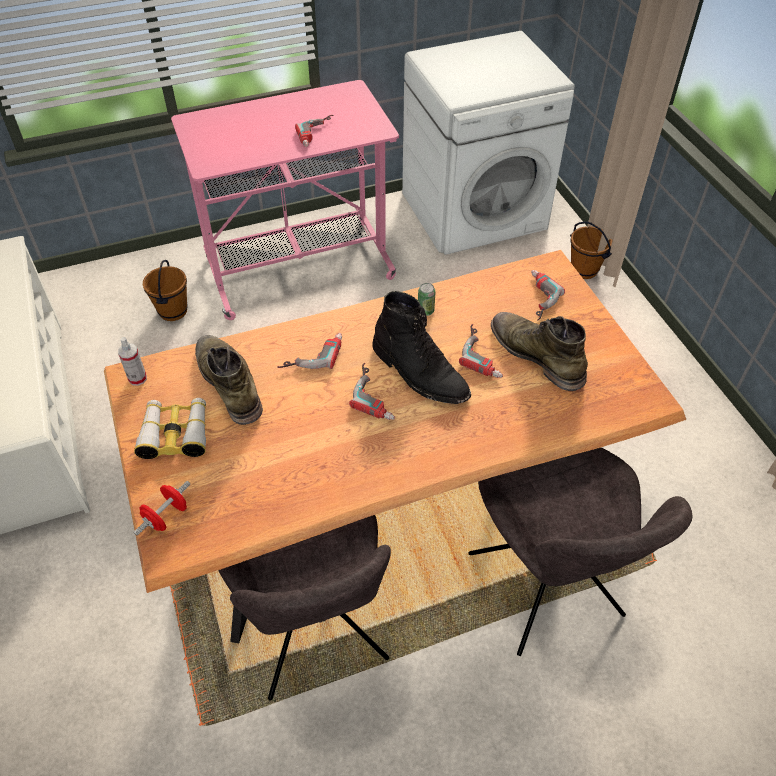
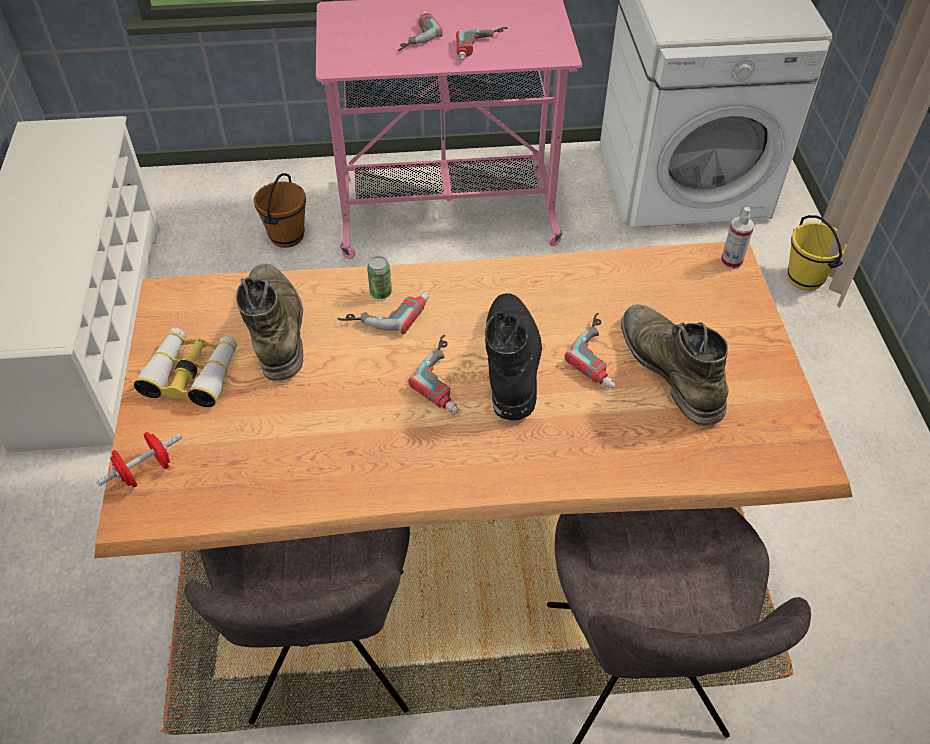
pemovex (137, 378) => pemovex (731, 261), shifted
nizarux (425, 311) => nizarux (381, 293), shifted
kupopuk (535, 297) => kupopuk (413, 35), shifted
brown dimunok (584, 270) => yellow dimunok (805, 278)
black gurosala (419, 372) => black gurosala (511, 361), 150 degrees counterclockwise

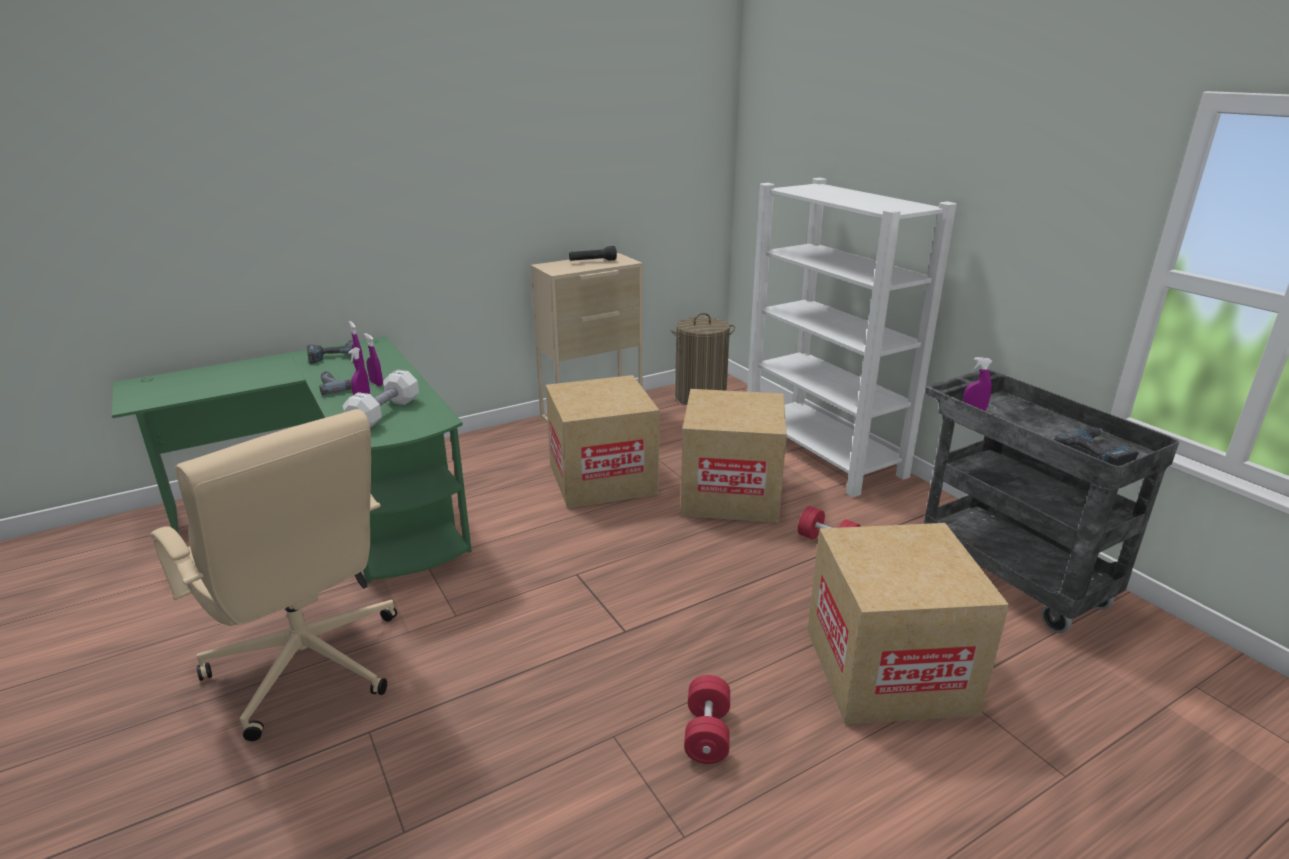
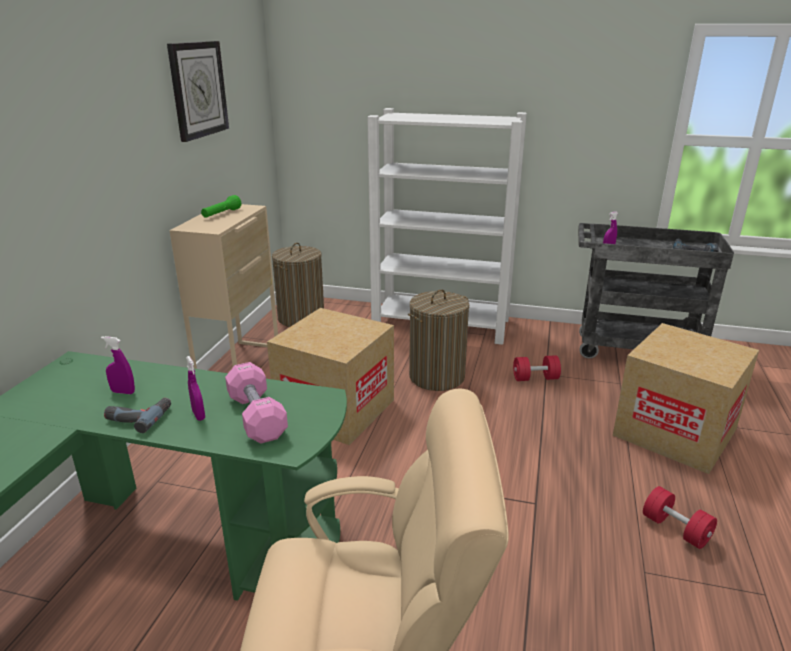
kupopuk (335, 358) => nothing
purple pemovex (376, 383) => nothing
nothing => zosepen (198, 89)
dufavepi (730, 494) => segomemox (437, 376)
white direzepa (384, 413) => pink direzepa (257, 416)
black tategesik (592, 261) => green tategesik (221, 214)

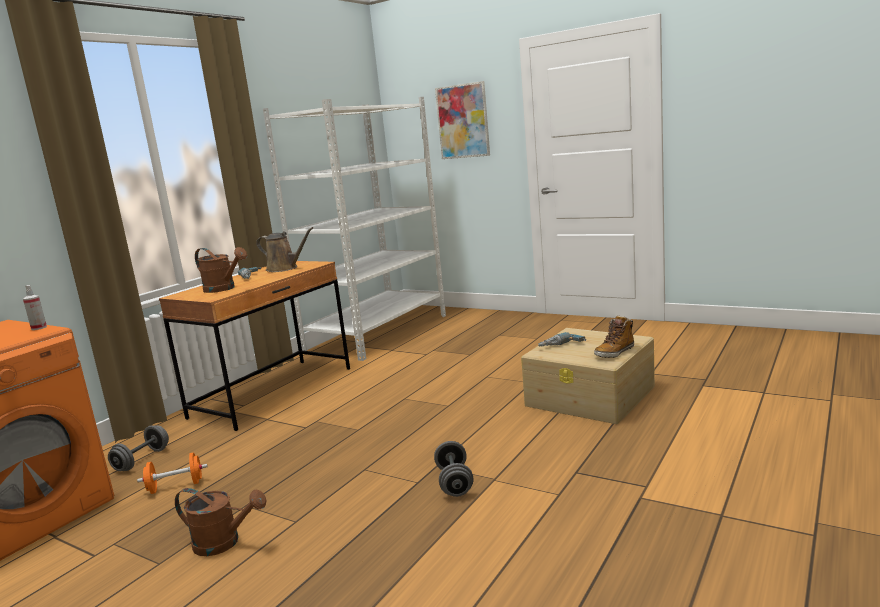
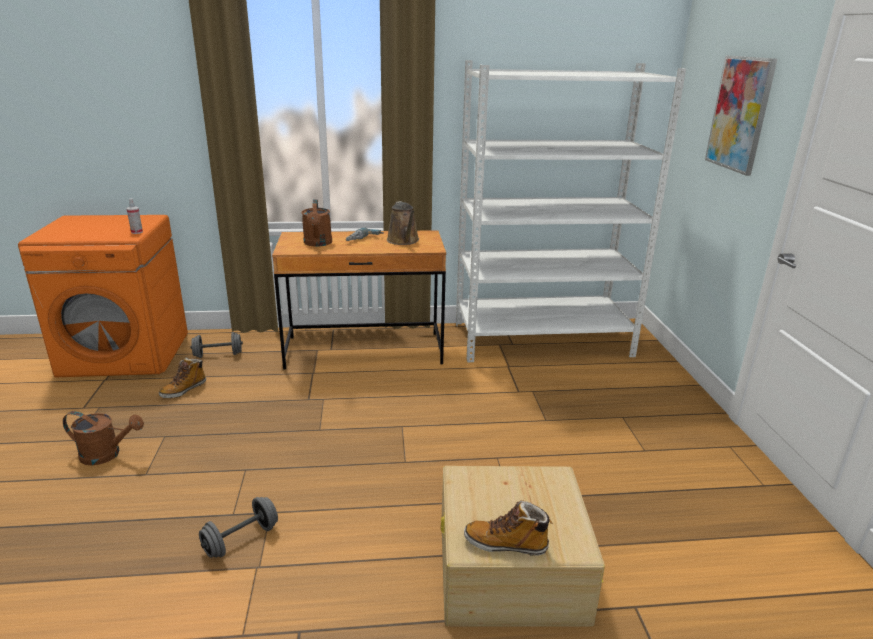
kupopuk (562, 346) => nothing
orange direzepa (176, 486) => gurosala (184, 390)
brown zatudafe (224, 543) => brown zatudafe (107, 454), 60 degrees counterclockwise

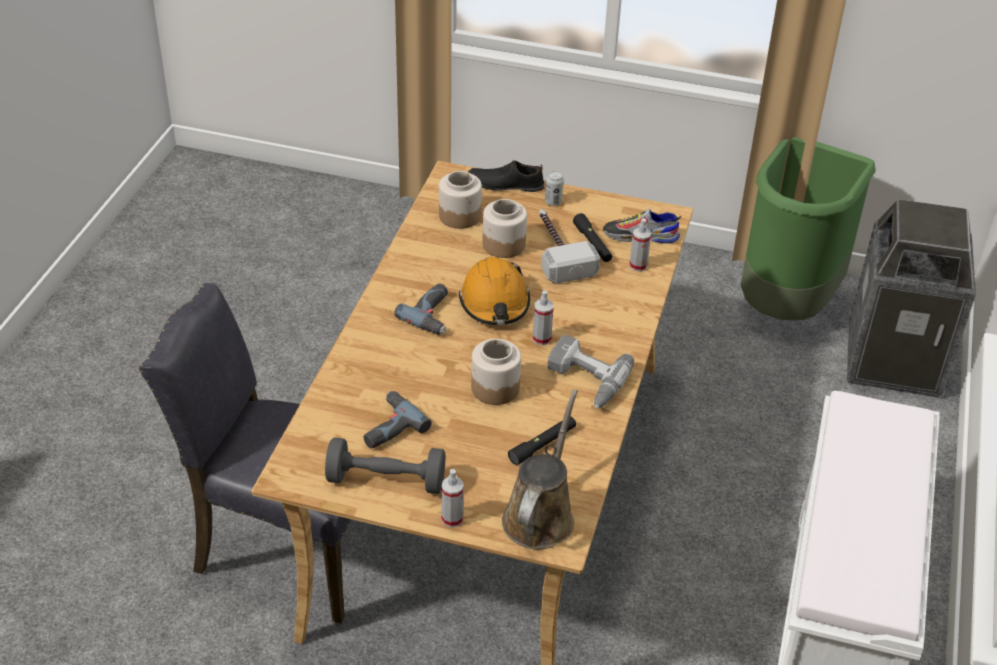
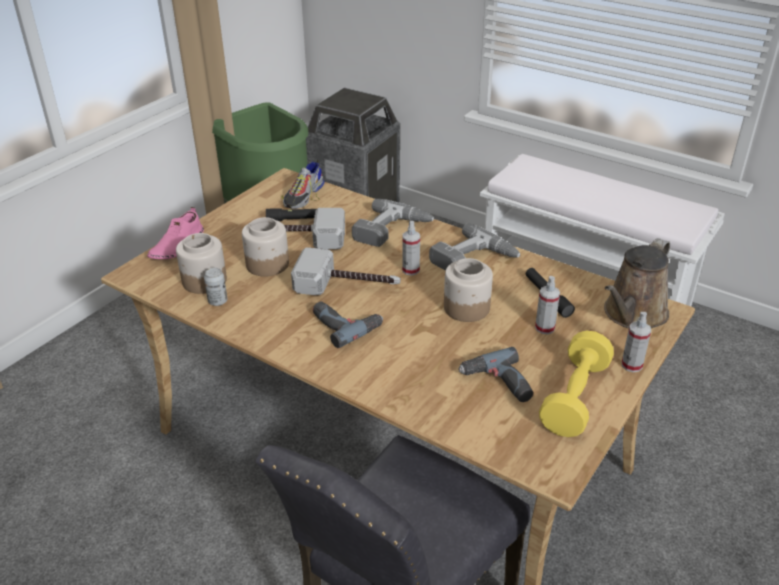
nothing => kupopuk (392, 231)
nizarux (553, 202) => nizarux (218, 301), shifted
pemovex (638, 265) => pemovex (544, 328), shifted
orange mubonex (495, 303) => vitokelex (348, 285)
grey direzepa (386, 480) => yellow direzepa (574, 398)
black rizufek (505, 184) => pink rizufek (176, 246)
brown zatudafe (540, 515) => brown zatudafe (632, 315), 90 degrees counterclockwise

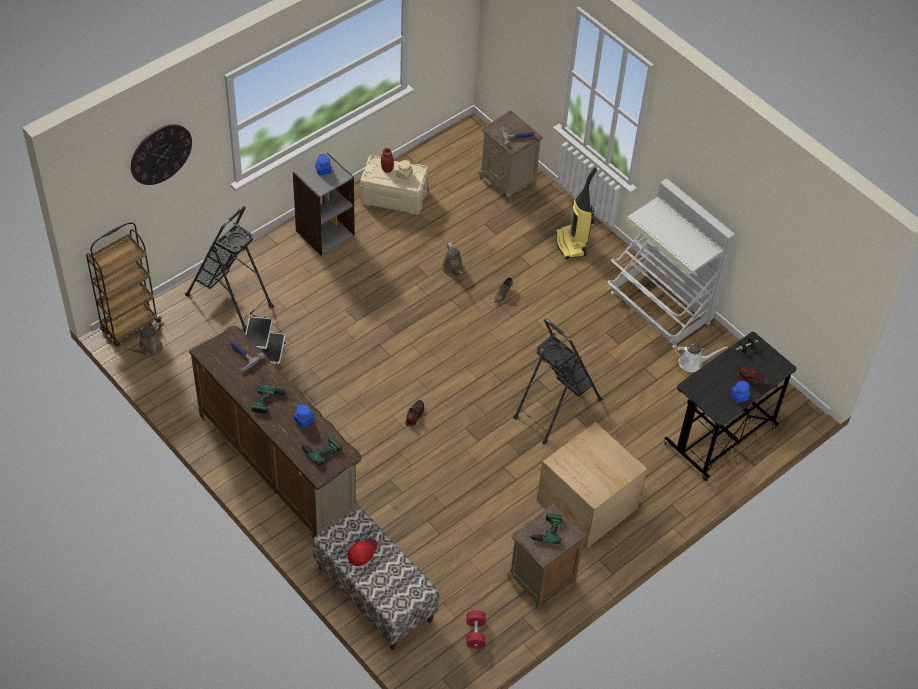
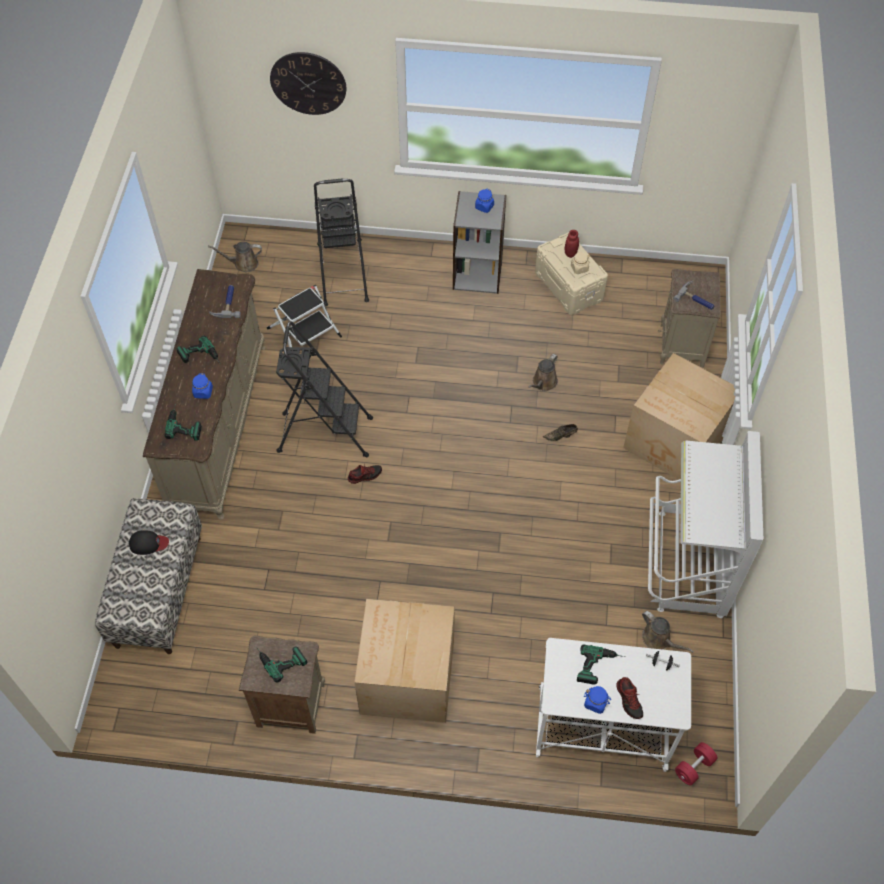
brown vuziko (130, 326) => nothing
nothing => kupopuk (600, 667)
red direzepa (475, 633) => red direzepa (694, 767), shifted
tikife (556, 408) => tikife (323, 433), shifted
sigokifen (571, 244) => dufavepi (675, 442)
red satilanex (362, 552) => black satilanex (148, 543)
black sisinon (720, 436) => white sisinon (601, 729)
white zatudafe (692, 363) => brown zatudafe (658, 639)

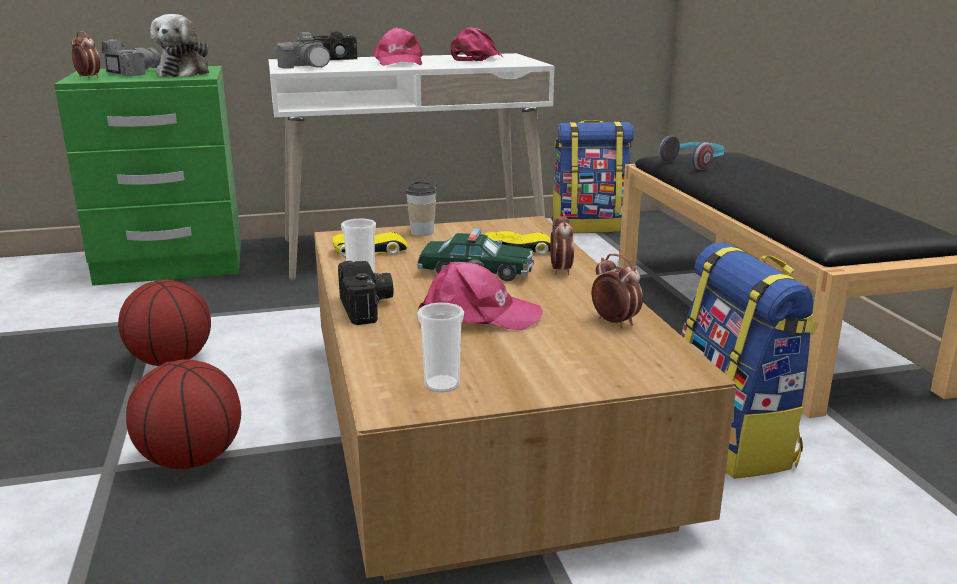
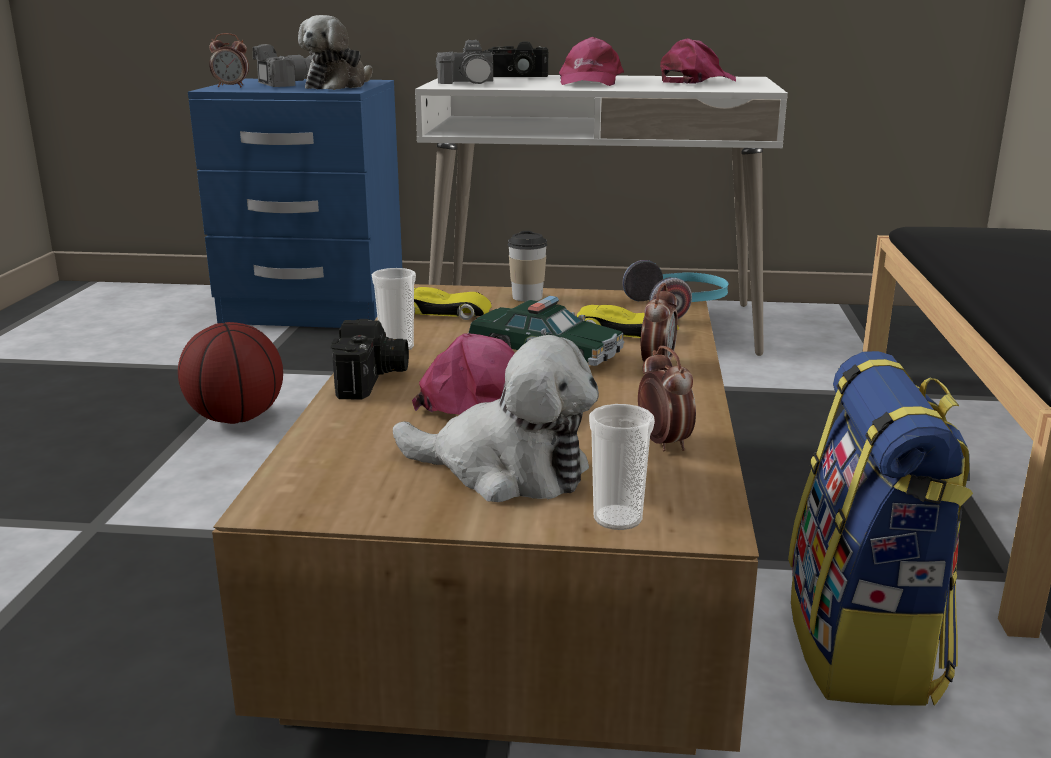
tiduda (191, 459) => nothing
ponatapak (589, 226) => nothing
nothing => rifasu (506, 470)
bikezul (442, 385) => bikezul (617, 518), shifted
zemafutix (695, 163) => zemafutix (679, 308), shifted
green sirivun (171, 263) => blue sirivun (313, 309)
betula (88, 77) => betula (231, 87), 120 degrees clockwise

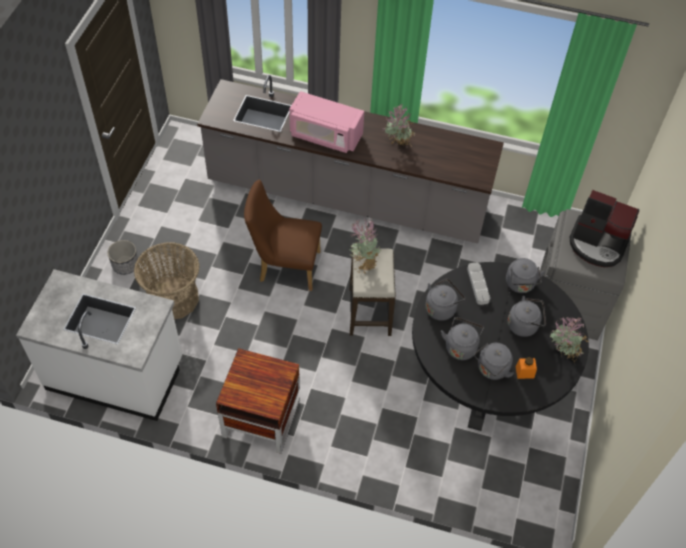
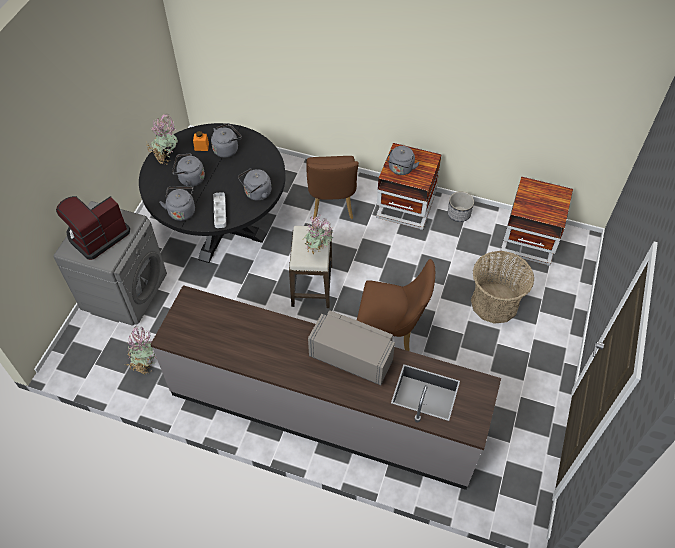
nothing => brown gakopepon (332, 206)
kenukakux (125, 265) => kenukakux (459, 214), shifted
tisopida (397, 146) => tisopida (145, 364), shifted
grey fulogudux (461, 346) => grey fulogudux (400, 169), shifted
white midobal (116, 373) => sirivun (529, 240)
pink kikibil (325, 136) => grey kikibil (351, 357)
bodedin (597, 244) => bodedin (97, 235), 75 degrees counterclockwise

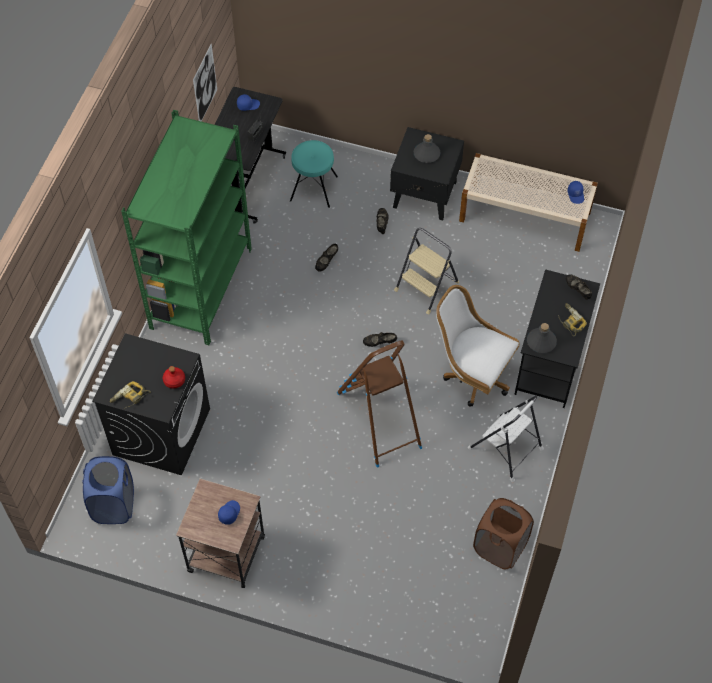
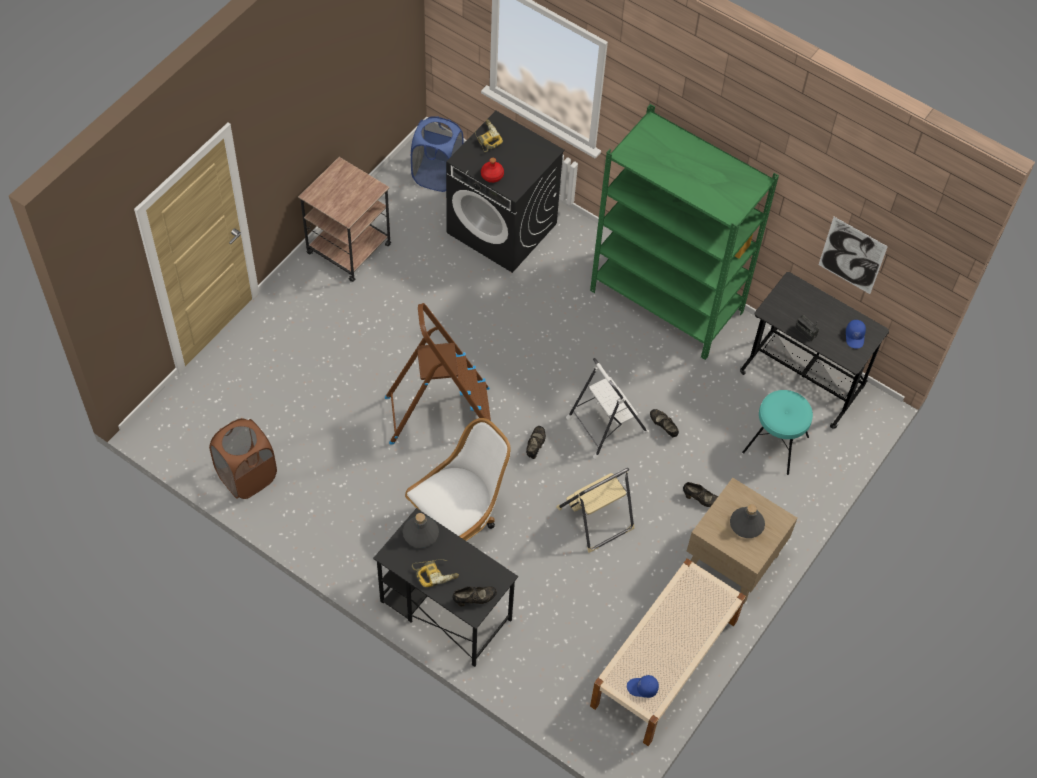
blue satilanex (229, 513) => nothing
white tikife (507, 449) => white tikife (605, 425), shifted
black sirivun (425, 194) => beige sirivun (732, 561)

